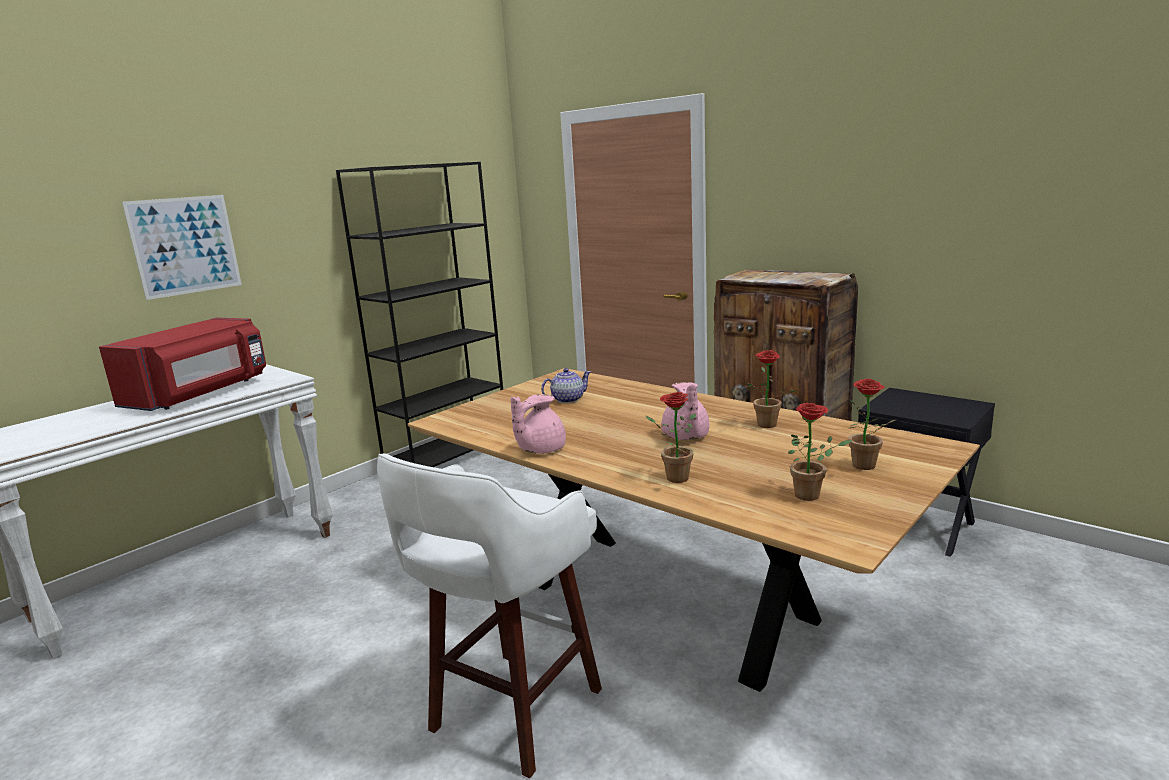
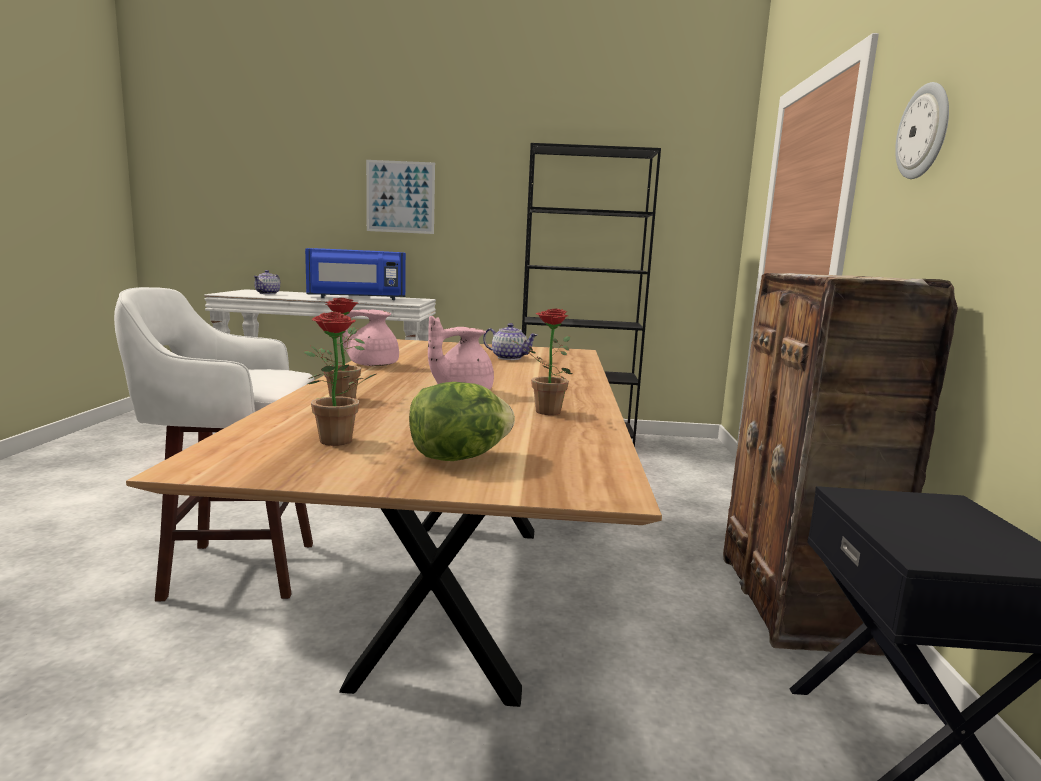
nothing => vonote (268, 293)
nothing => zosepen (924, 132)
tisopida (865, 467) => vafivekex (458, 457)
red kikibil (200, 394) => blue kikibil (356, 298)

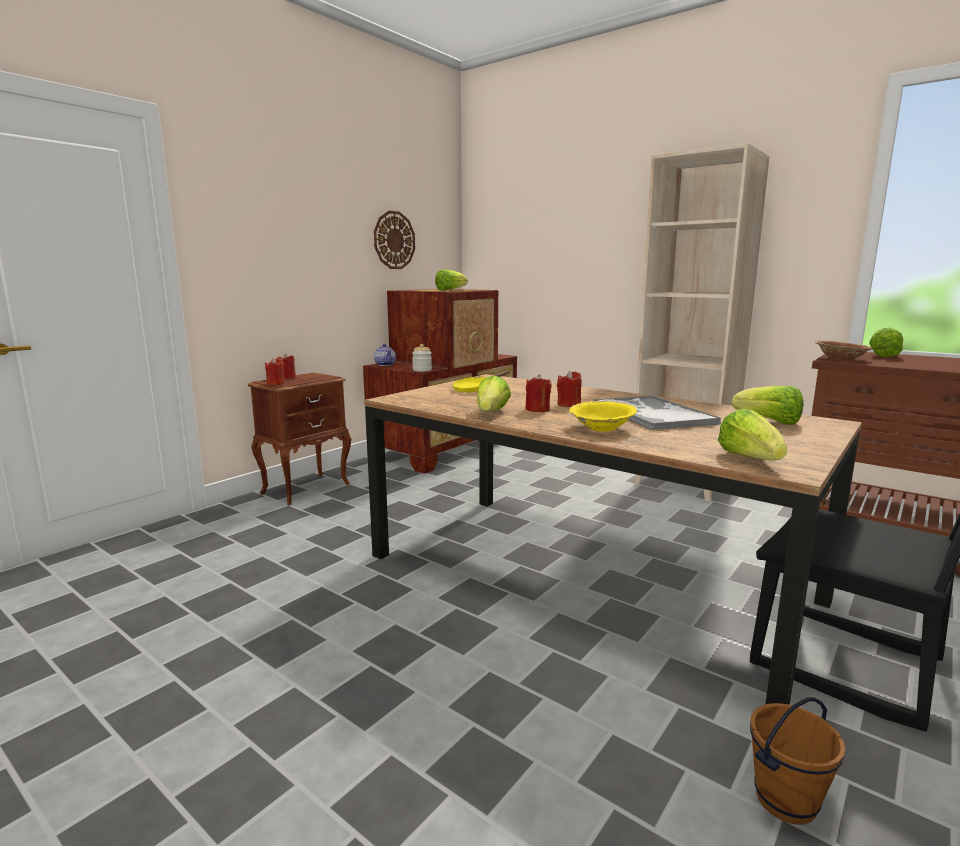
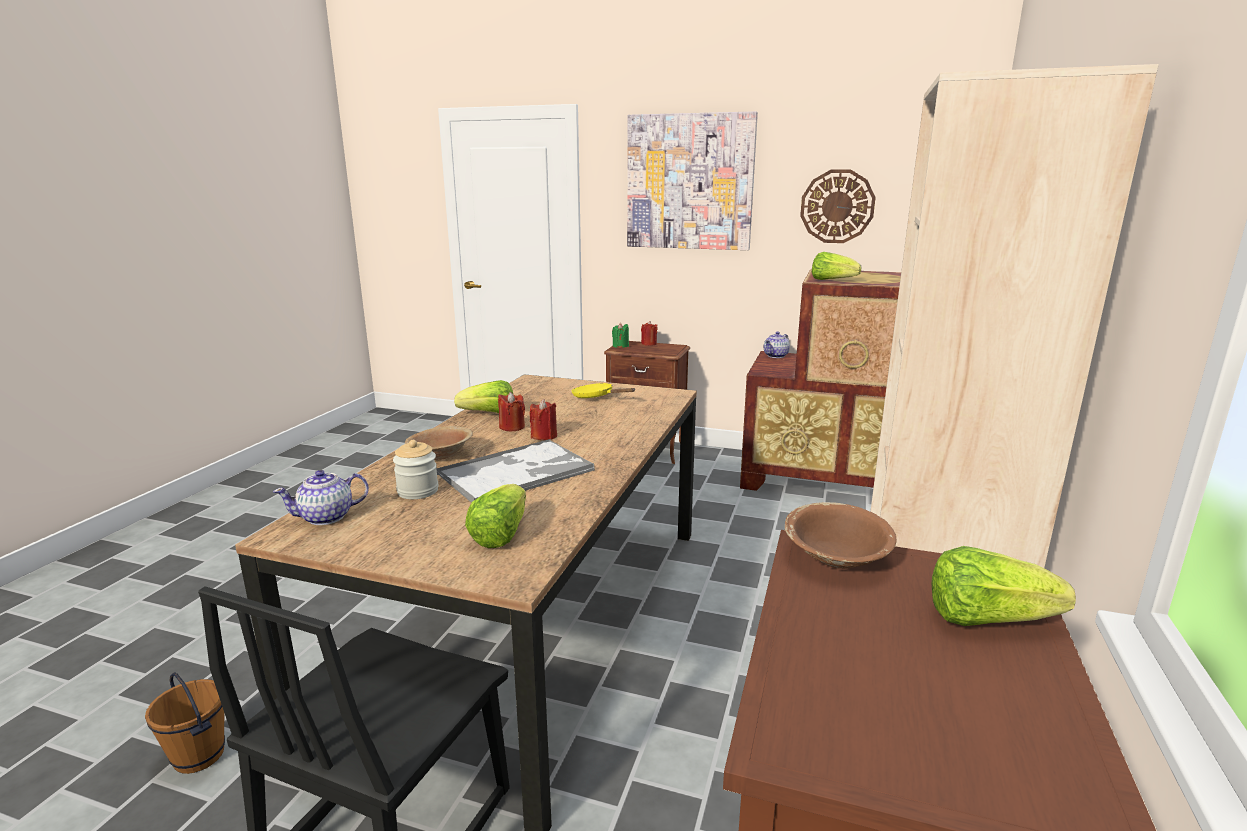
nothing => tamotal (689, 182)
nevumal (422, 370) => nevumal (418, 491), shifted
vafivekex (750, 459) => vonote (327, 517)
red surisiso (276, 383) => green surisiso (620, 346)
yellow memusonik (601, 428) => brown memusonik (440, 455)

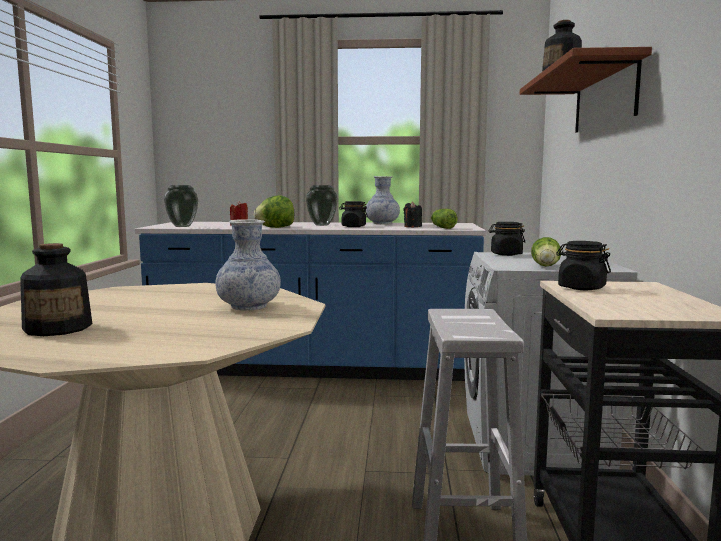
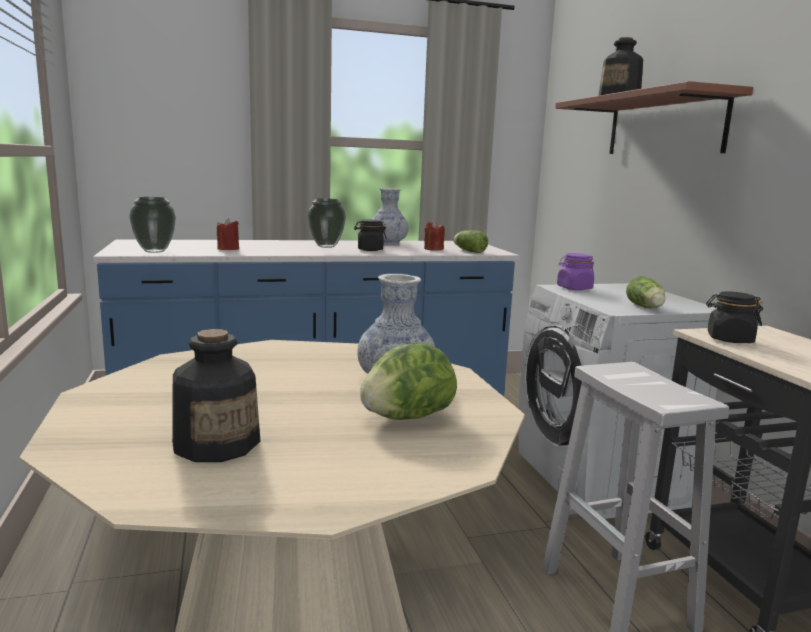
vafivekex (275, 227) => vafivekex (406, 417), shifted
black surisiso (412, 226) => red surisiso (433, 249)
black nevumal (506, 254) => purple nevumal (574, 288)

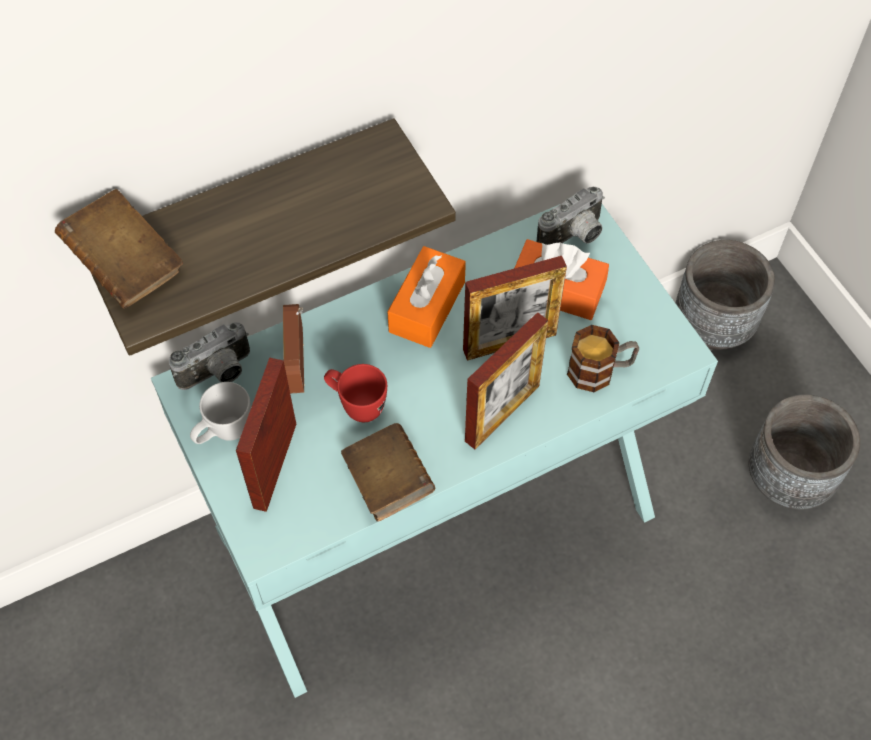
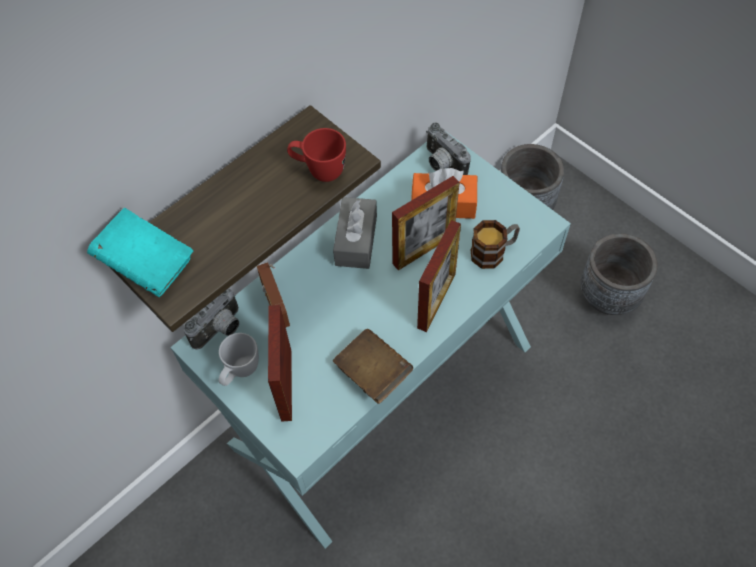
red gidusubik (356, 405) => red gidusubik (319, 171), shifted
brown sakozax (126, 265) => turquoise sakozax (147, 264)
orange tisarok (427, 307) => grey tisarok (356, 240)
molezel (574, 237) => molezel (441, 164), 105 degrees clockwise

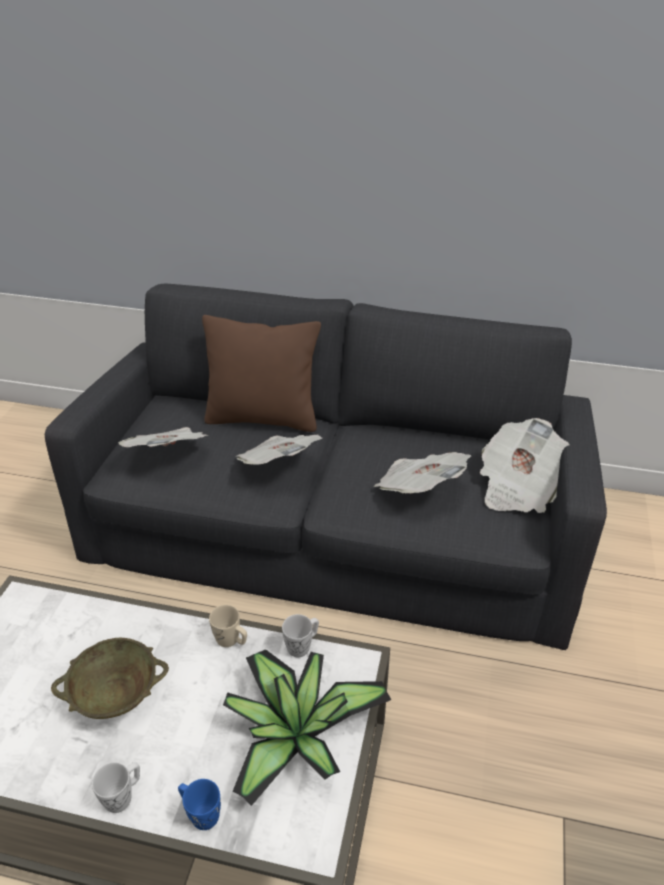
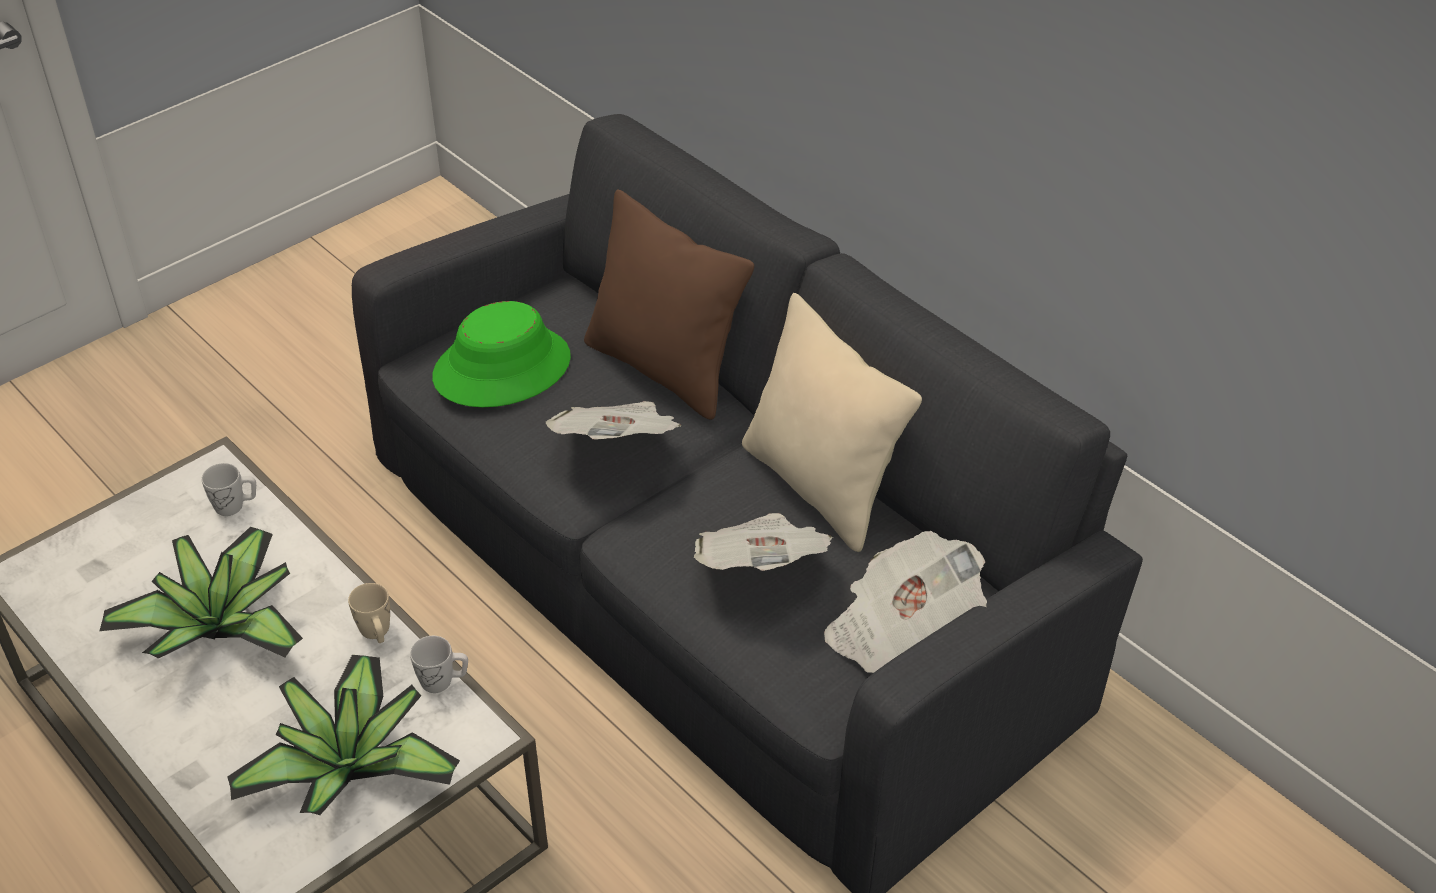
blue gidusubik (200, 813) => nothing
nothing => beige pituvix (820, 487)
white gidusubik (123, 795) => white gidusubik (235, 505), shifted
beige memusonik (117, 696) => tisopida (220, 626)
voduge (168, 455) => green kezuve (502, 368)

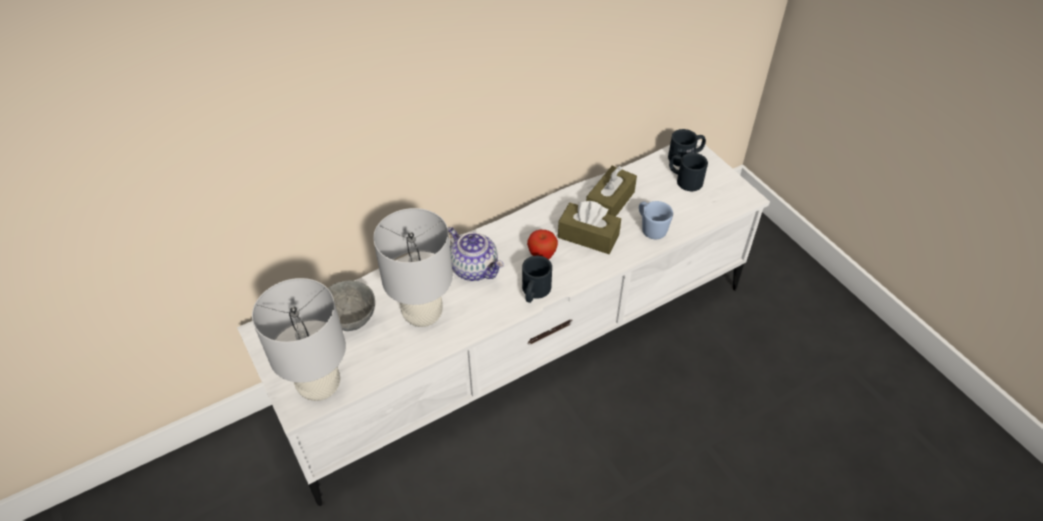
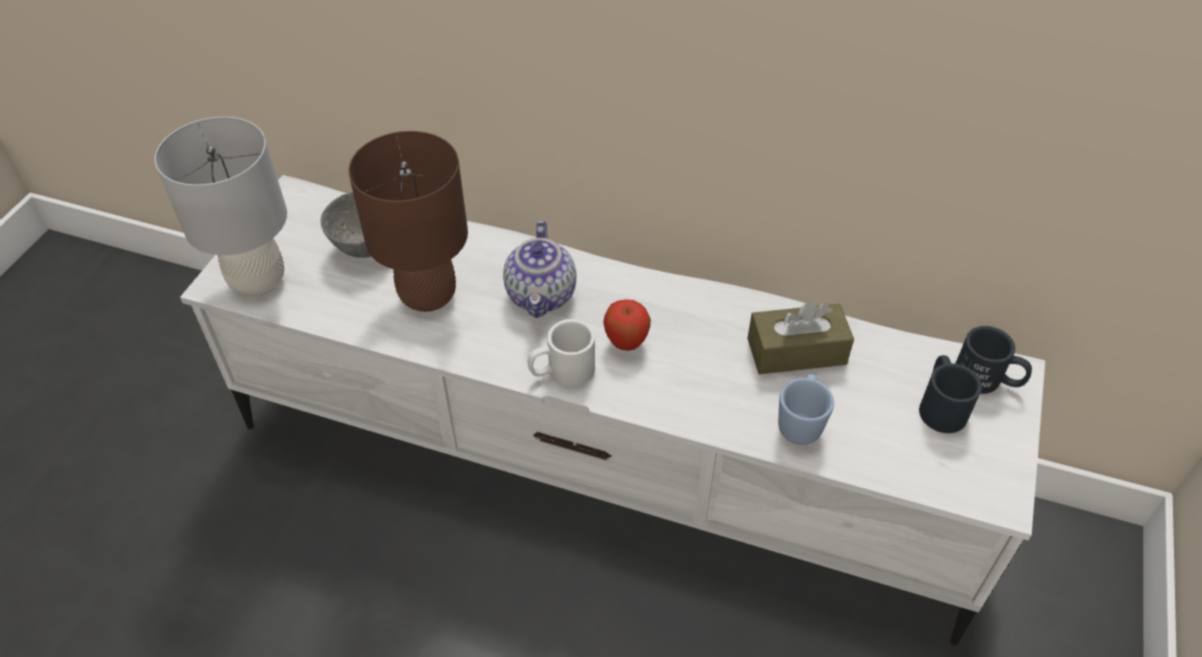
brown tisarok (588, 236) => nothing
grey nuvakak (425, 315) => brown nuvakak (429, 299)
black gidusubik (534, 292) => white gidusubik (561, 371)

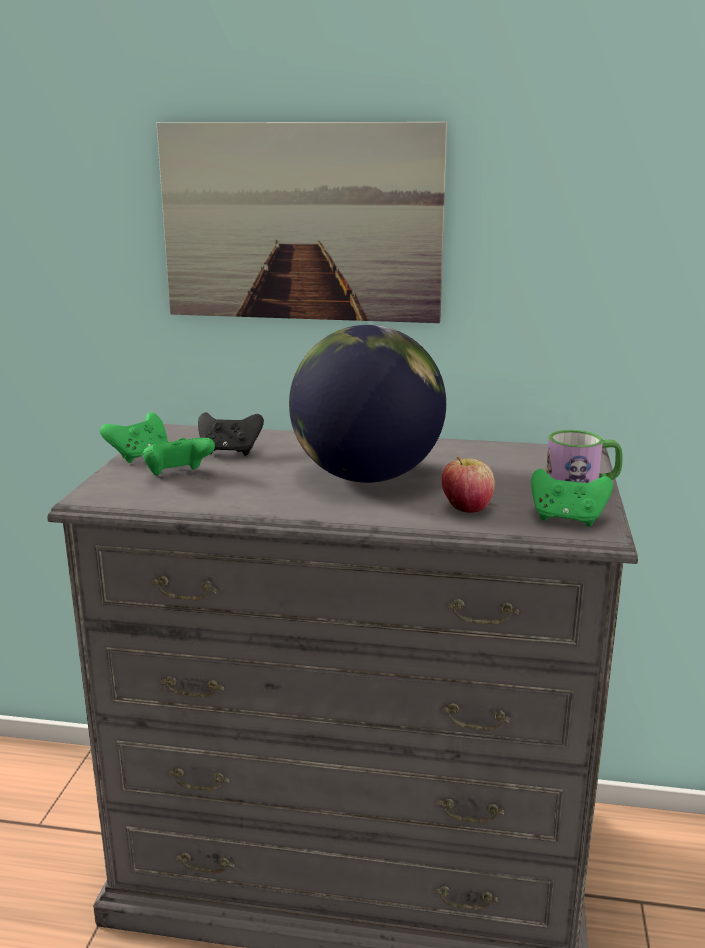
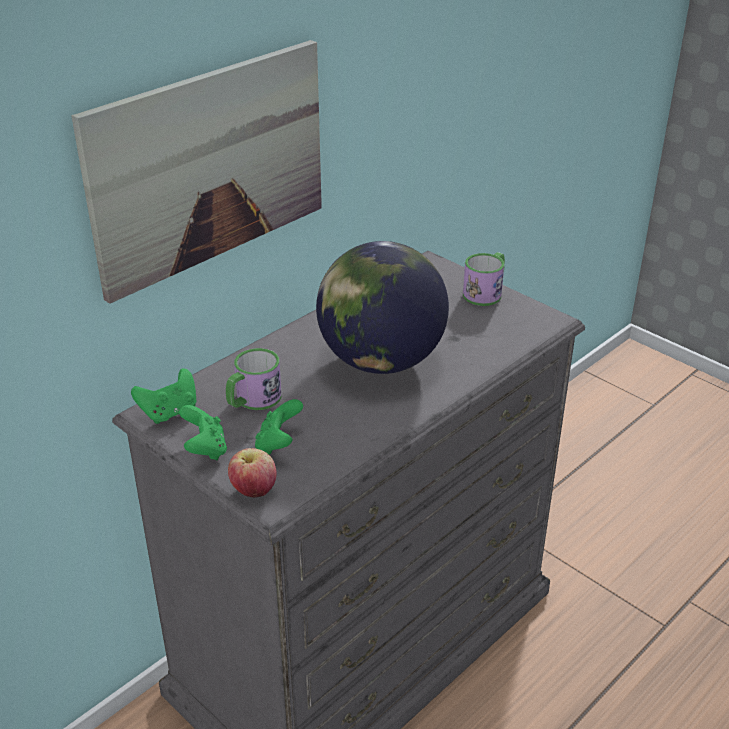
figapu (466, 509) => figapu (254, 490), shifted
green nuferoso (567, 519) => green nuferoso (169, 412), shifted
black nuferoso (230, 452) => gidusubik (253, 400)

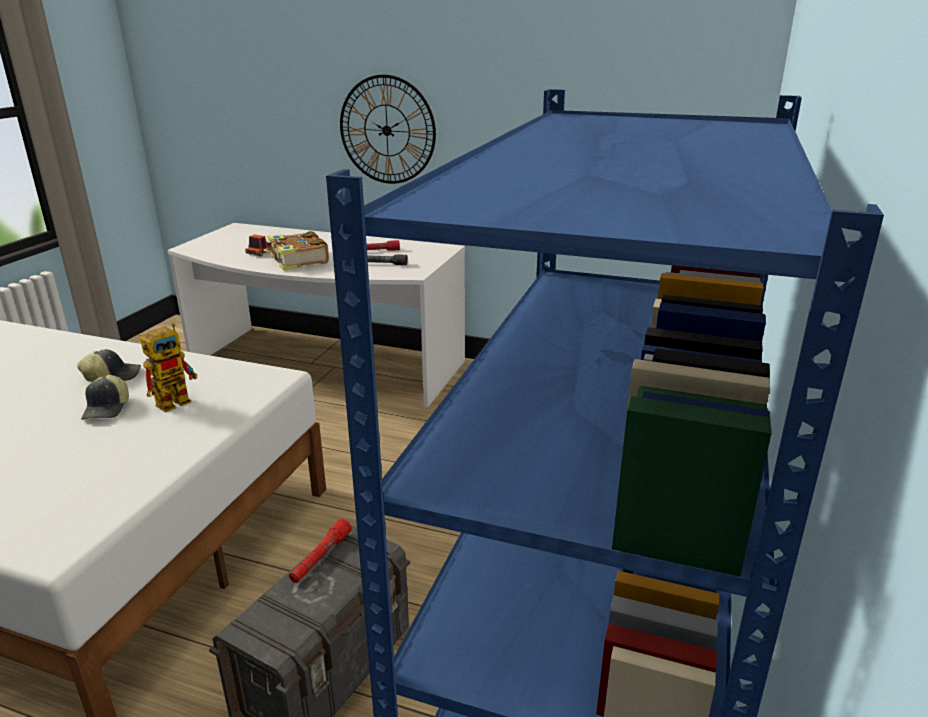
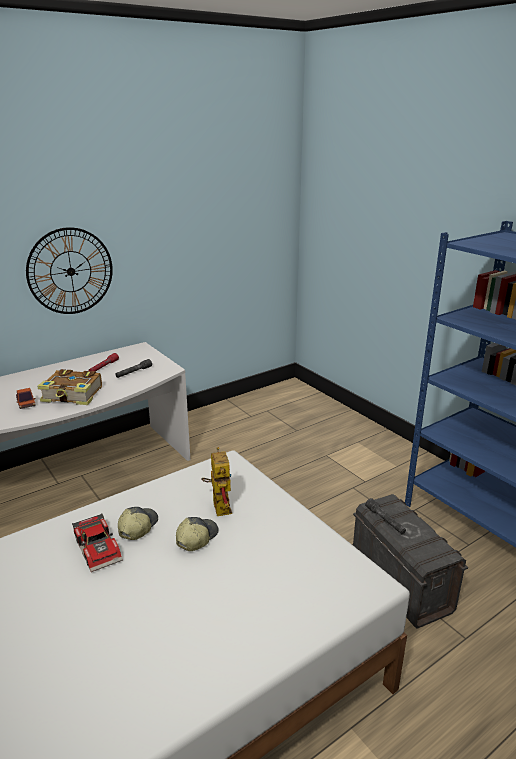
nothing => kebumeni (99, 548)
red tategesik (320, 557) => grey tategesik (385, 520)
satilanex (108, 408) => satilanex (196, 537), 90 degrees counterclockwise

